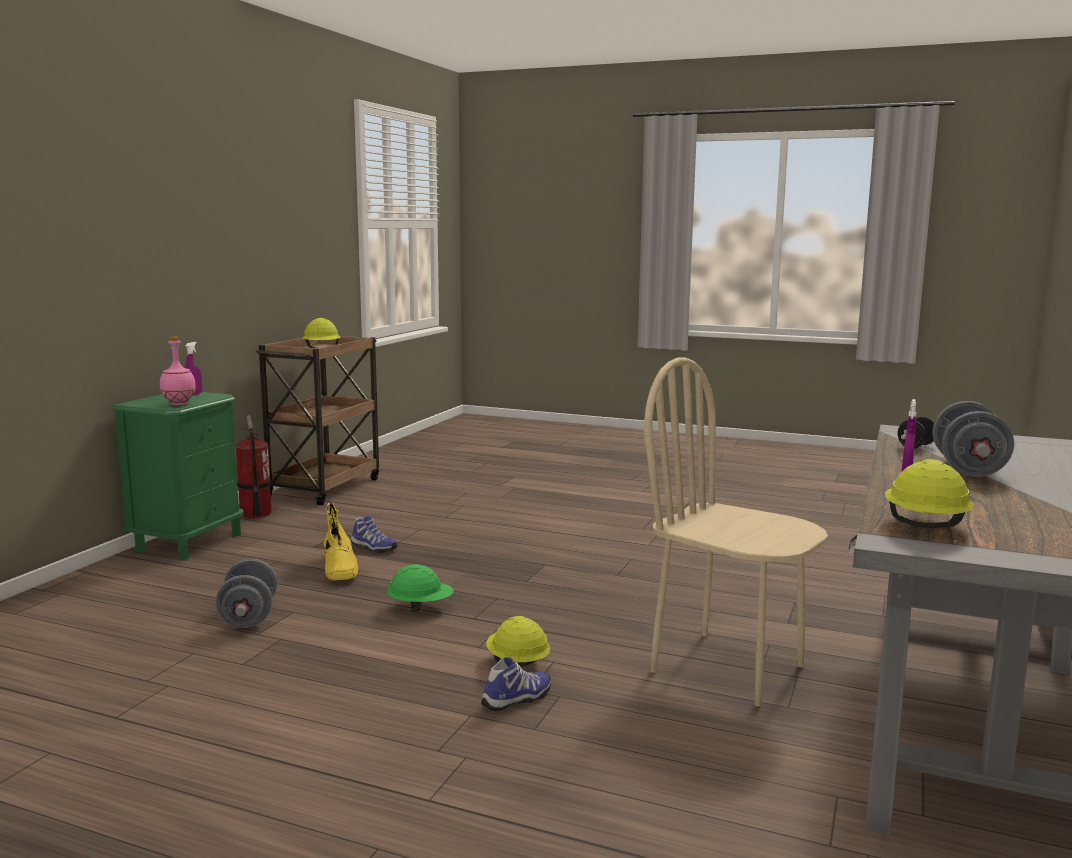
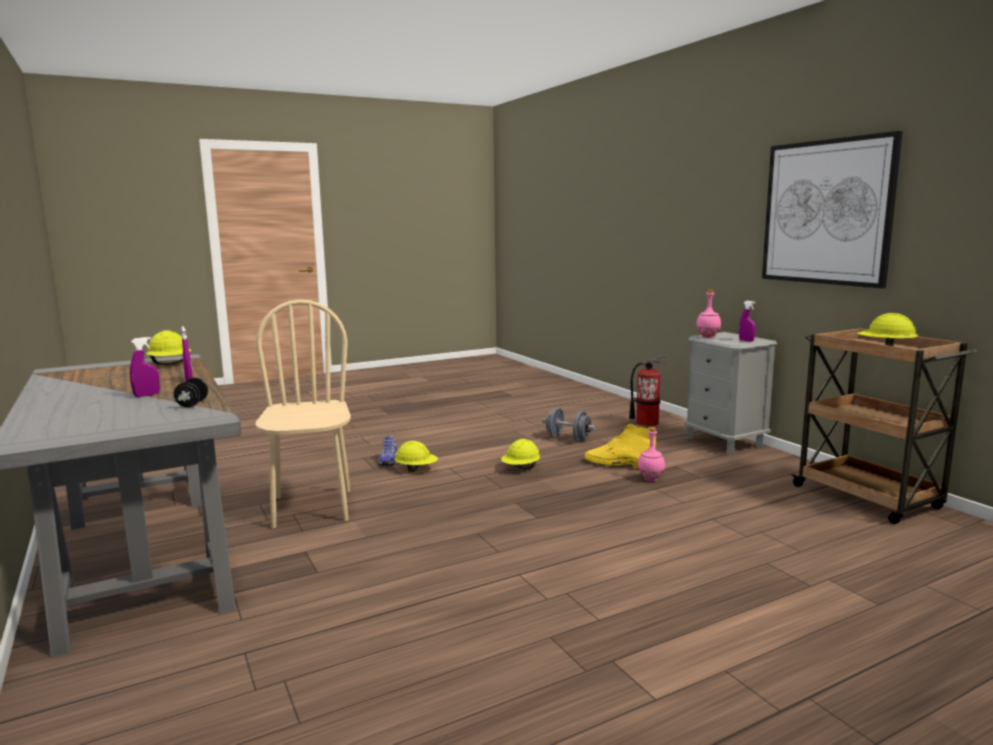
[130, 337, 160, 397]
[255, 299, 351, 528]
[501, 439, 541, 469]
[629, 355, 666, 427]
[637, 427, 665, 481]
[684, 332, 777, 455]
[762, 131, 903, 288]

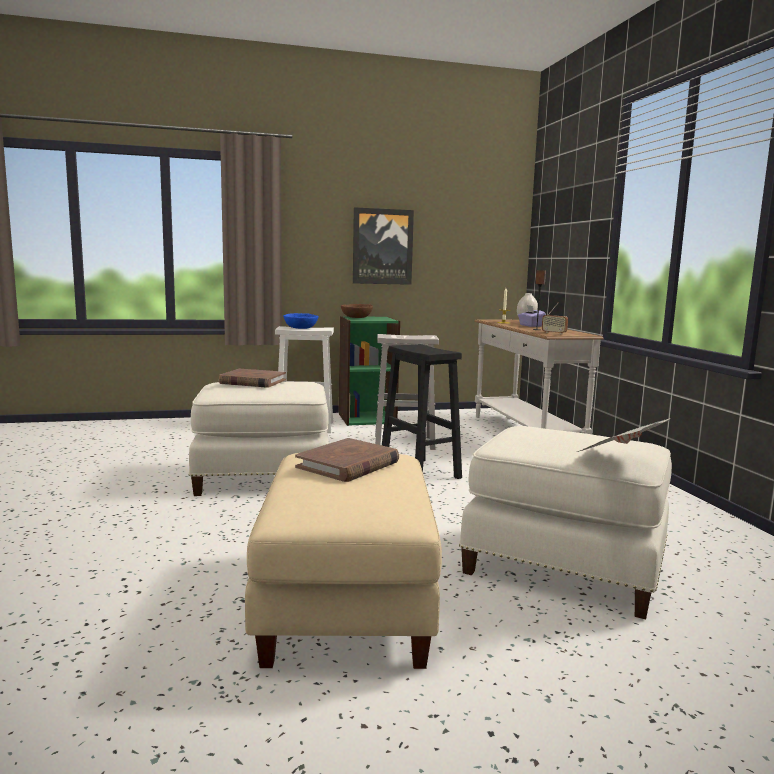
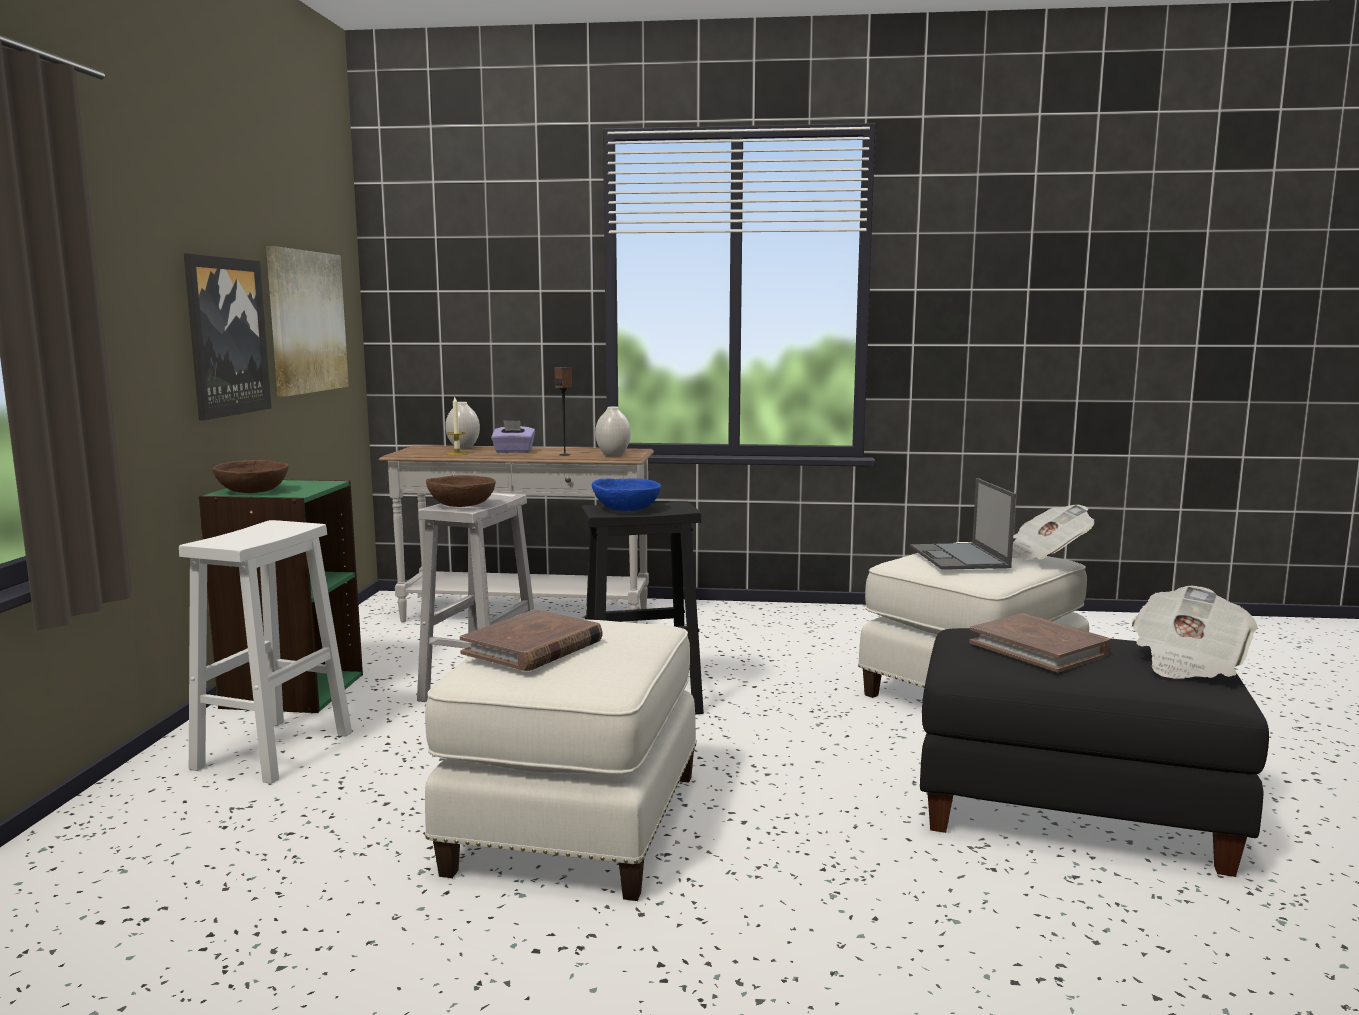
[266, 246, 349, 397]
[426, 475, 496, 507]
[592, 479, 661, 511]
[595, 406, 631, 456]
[910, 478, 1016, 570]
[920, 628, 1269, 877]
[1132, 586, 1257, 679]

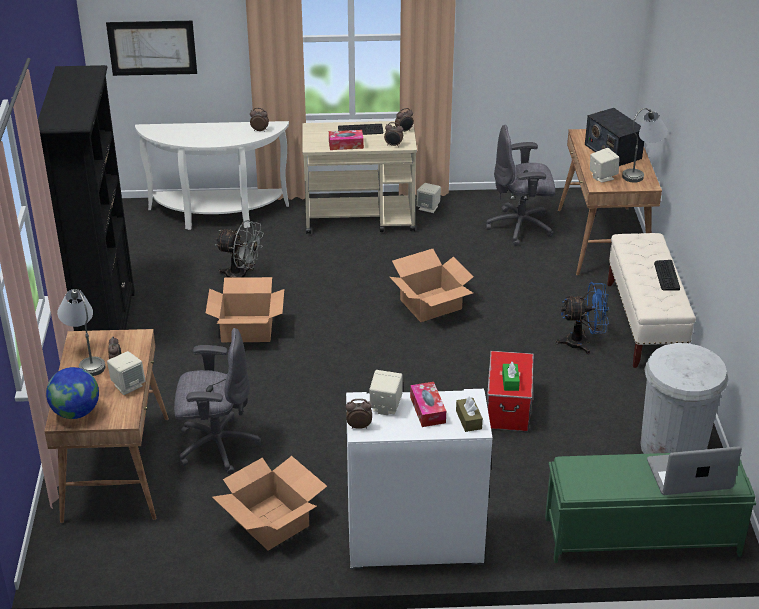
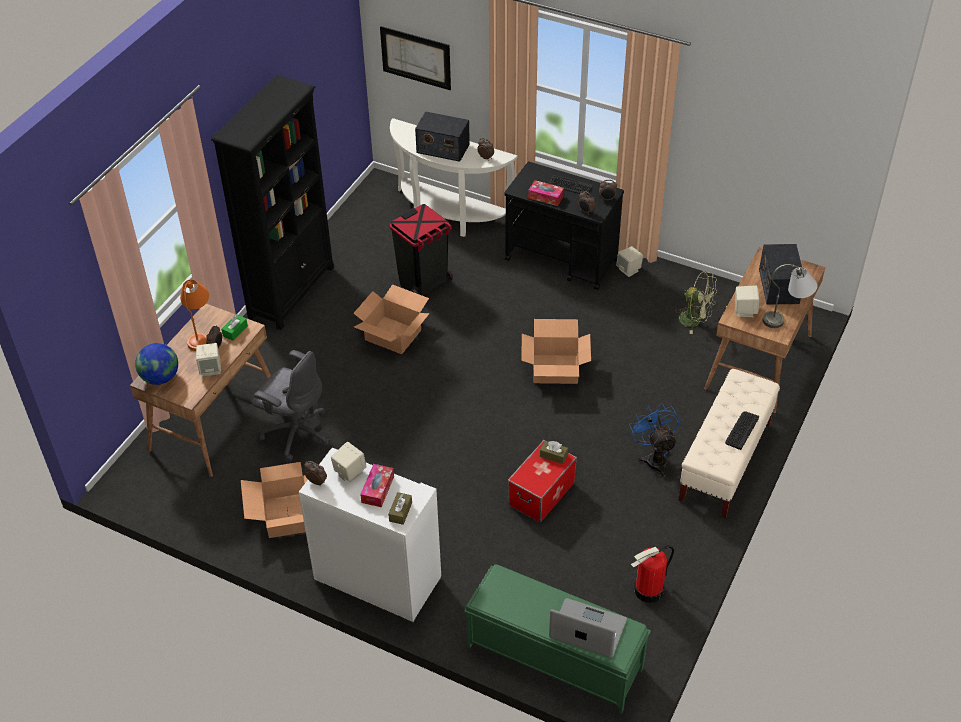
[180, 280, 209, 351]
[221, 314, 248, 341]
[390, 204, 453, 296]
[415, 111, 470, 162]
[504, 162, 624, 290]
[540, 441, 568, 464]
[629, 403, 679, 478]
[631, 545, 674, 603]
[675, 271, 717, 334]

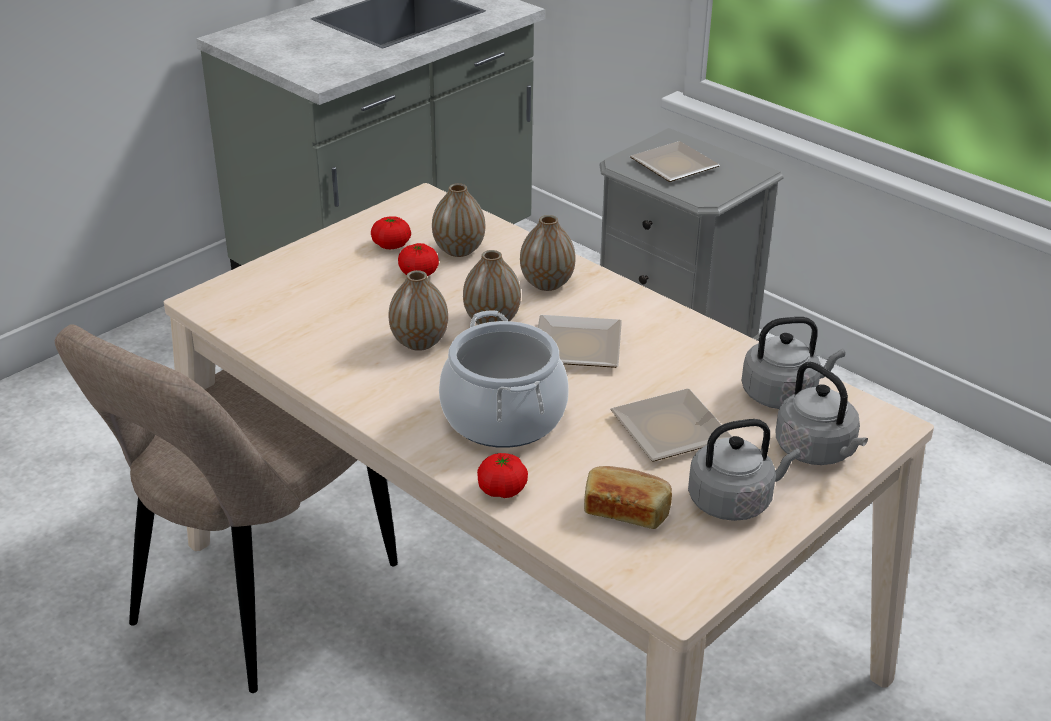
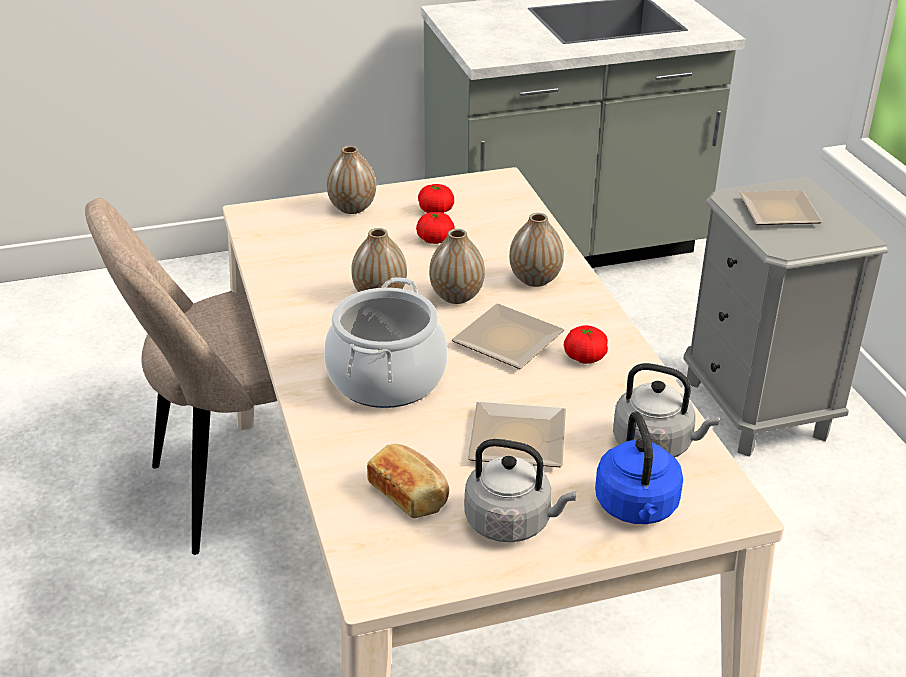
[327, 146, 376, 214]
[564, 325, 608, 364]
[595, 412, 683, 524]

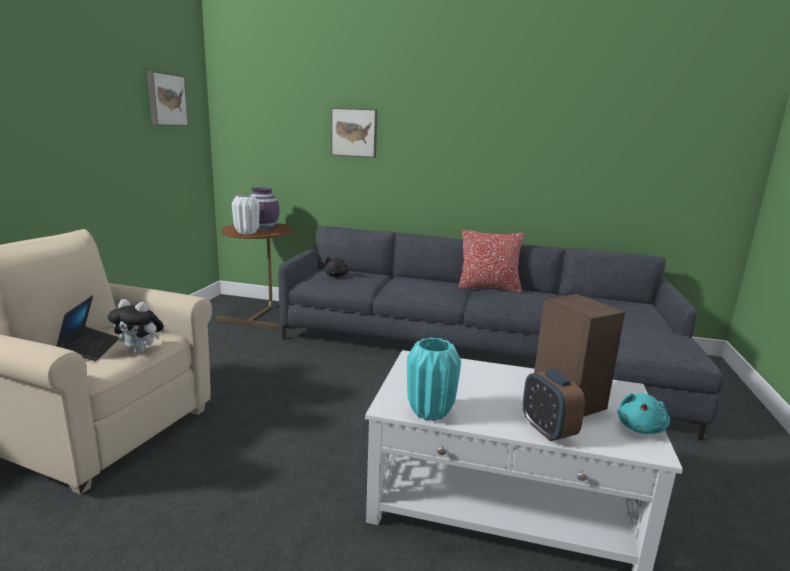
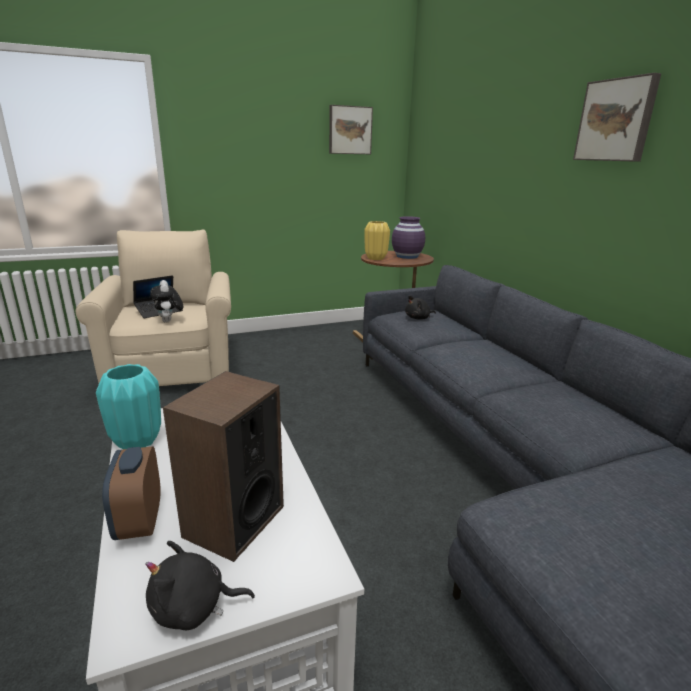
[102, 446, 161, 540]
[145, 541, 255, 630]
[364, 221, 390, 260]
[573, 73, 662, 162]
[458, 229, 525, 292] (first image)

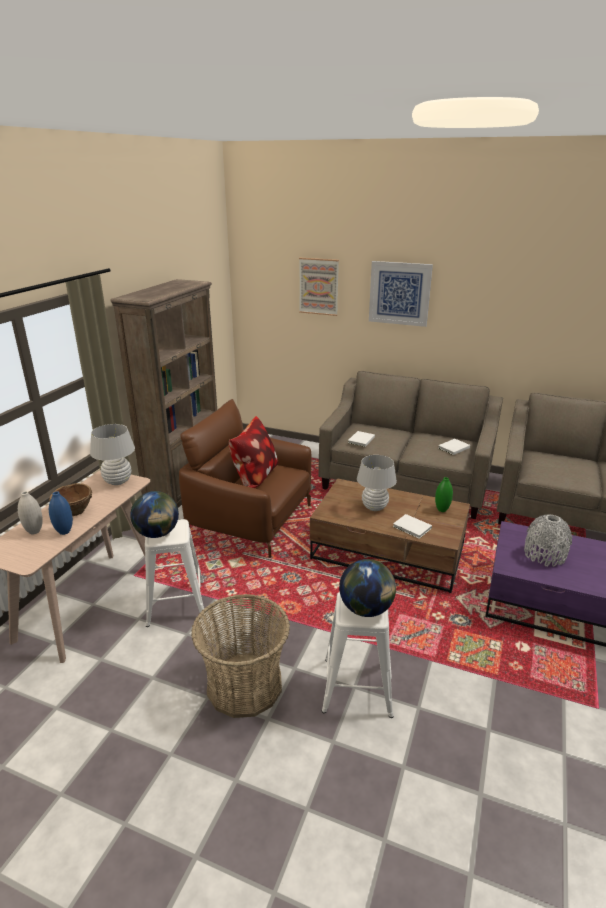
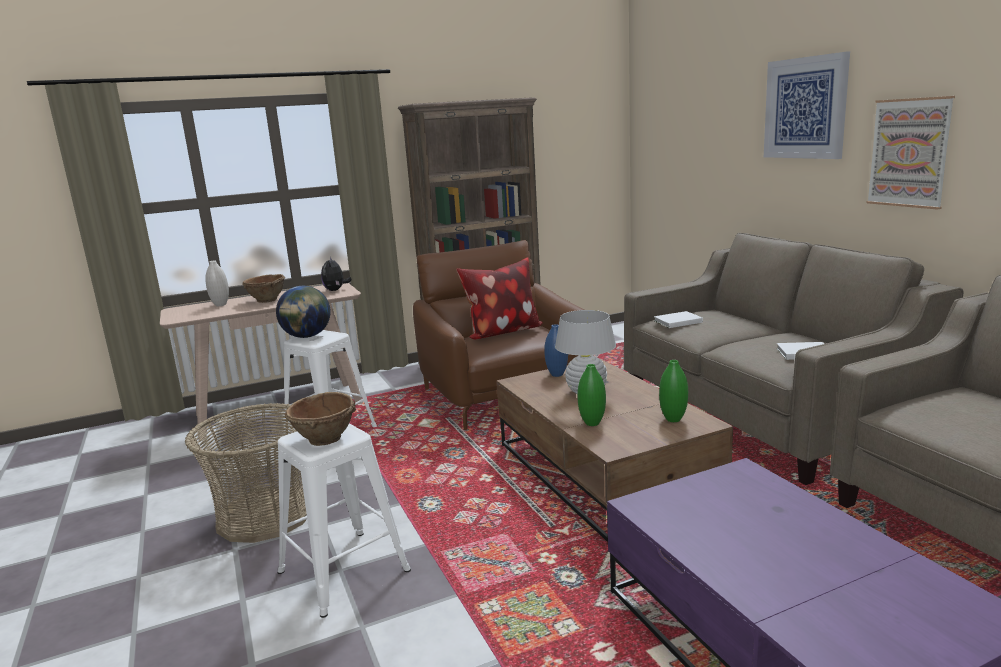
[285, 392, 356, 446]
[321, 257, 352, 291]
[544, 324, 568, 377]
[577, 364, 606, 426]
[866, 96, 955, 210]
[524, 515, 572, 567] (first image)

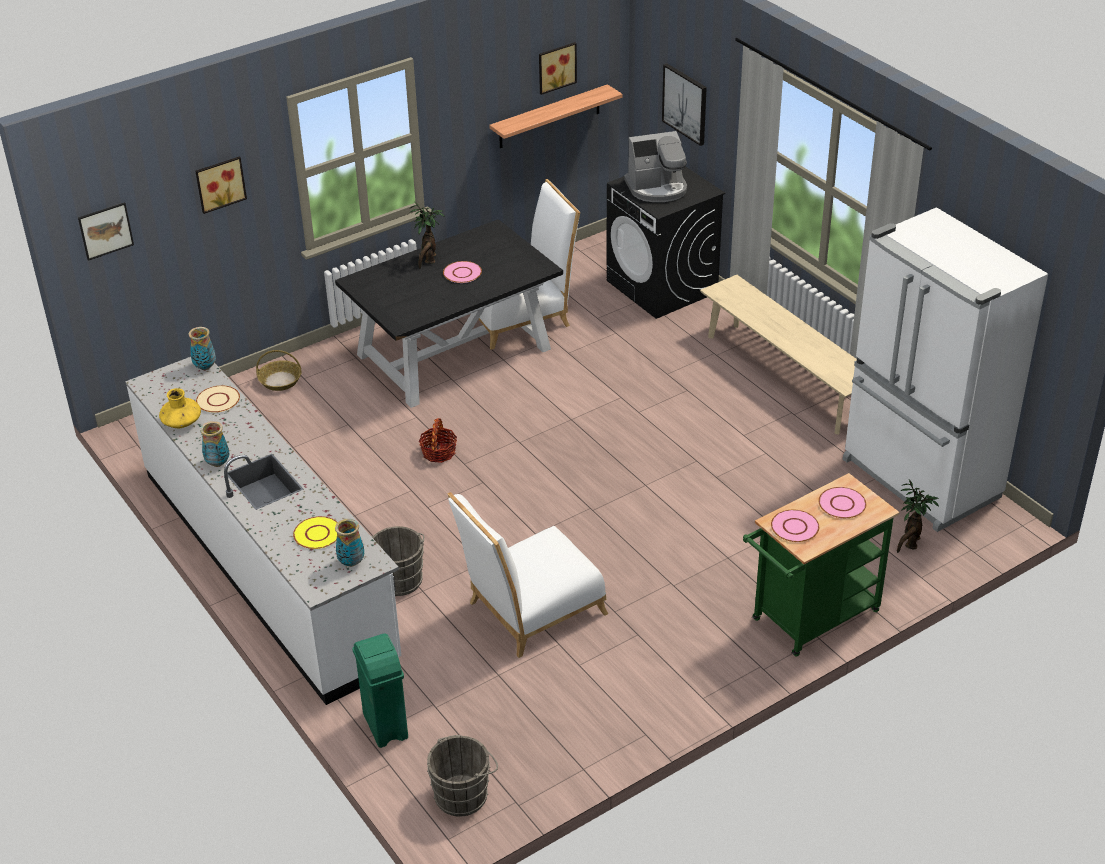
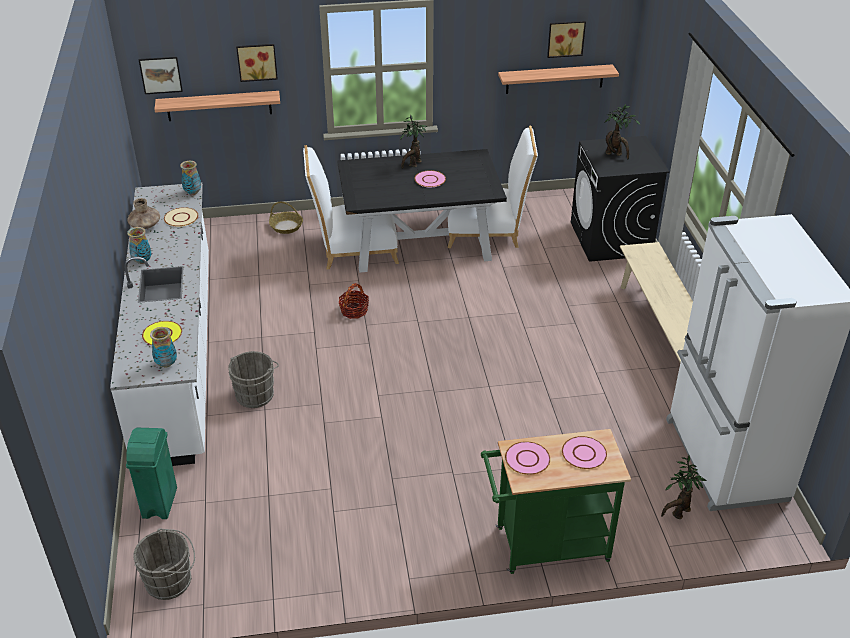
[127, 198, 160, 229]
[154, 91, 280, 121]
[303, 145, 399, 269]
[604, 104, 640, 159]
[662, 64, 707, 146] (first image)

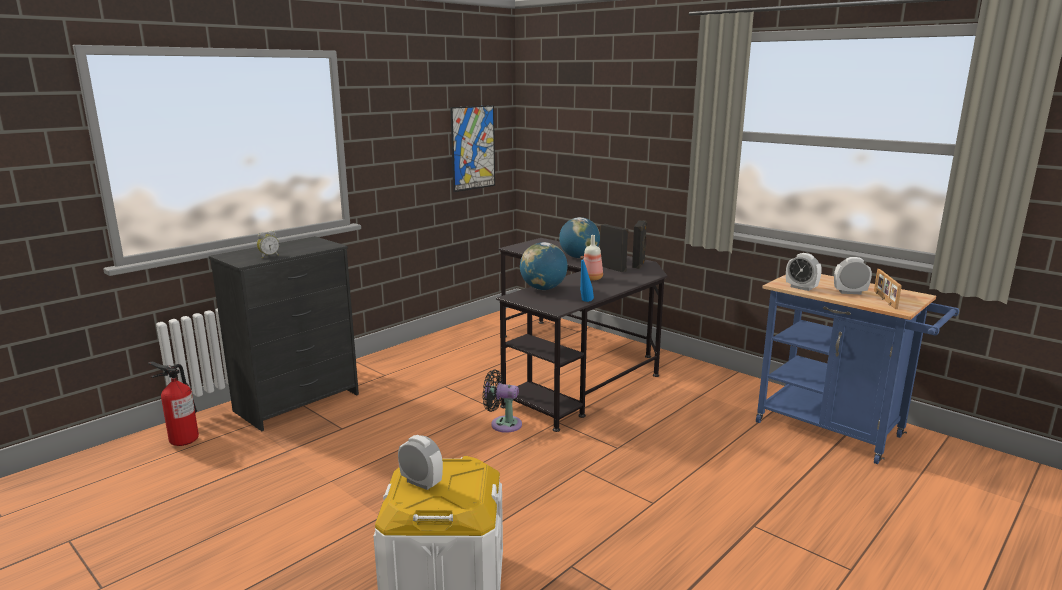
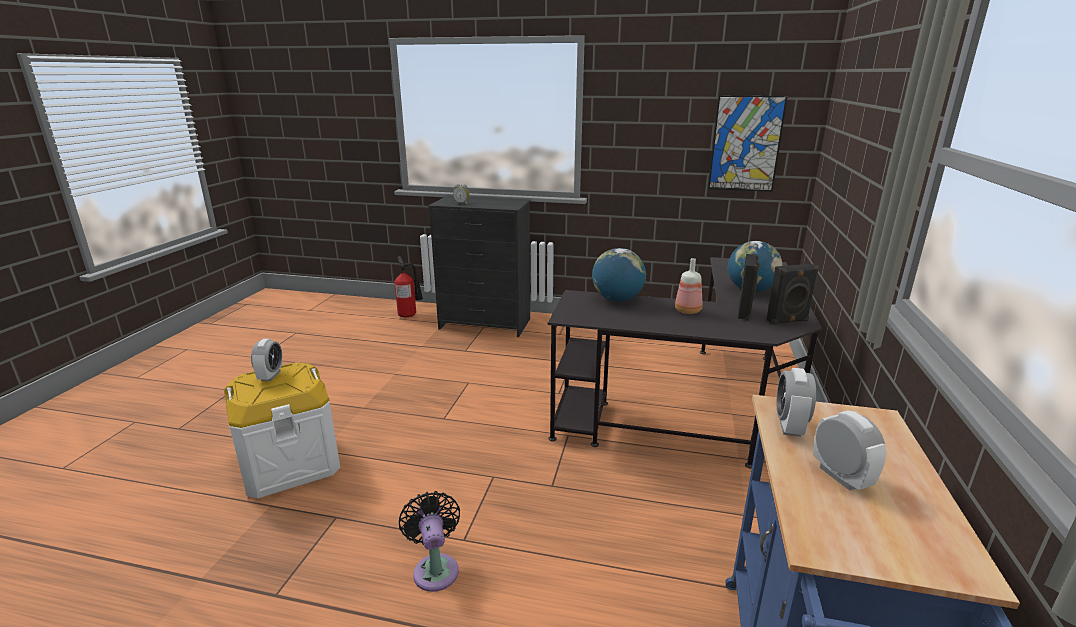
[399, 491, 460, 592]
[580, 256, 594, 302] (first image)
[874, 269, 902, 309] (first image)

